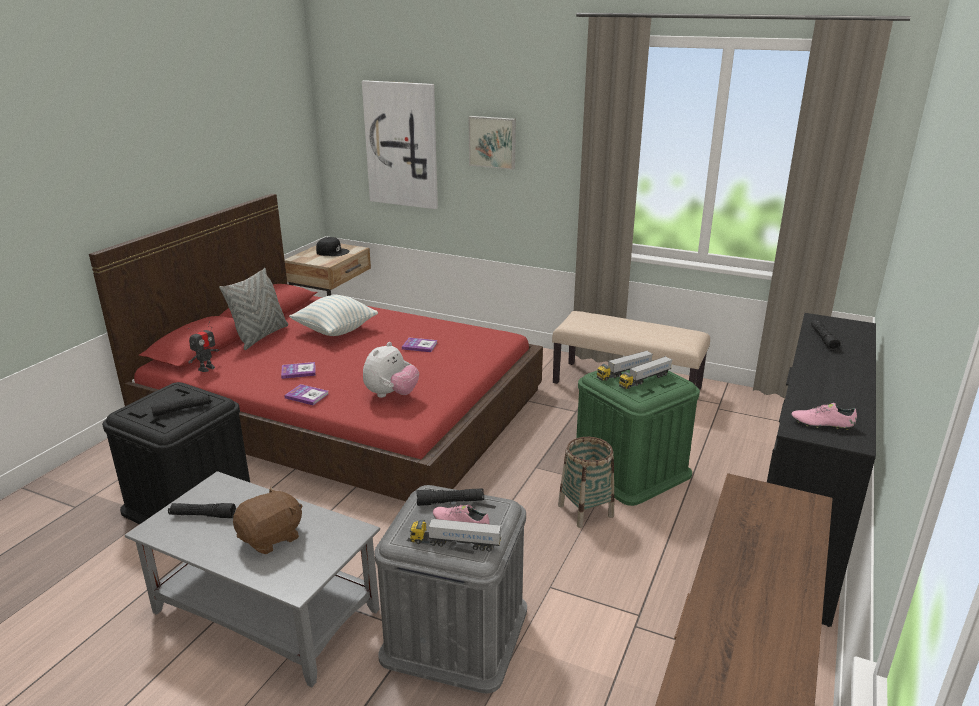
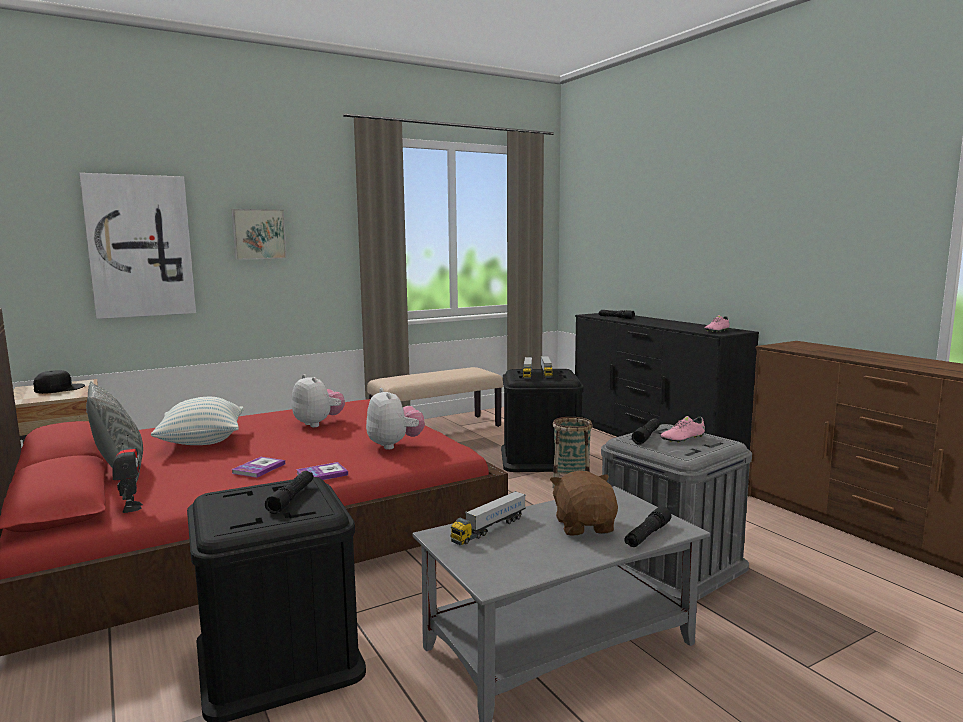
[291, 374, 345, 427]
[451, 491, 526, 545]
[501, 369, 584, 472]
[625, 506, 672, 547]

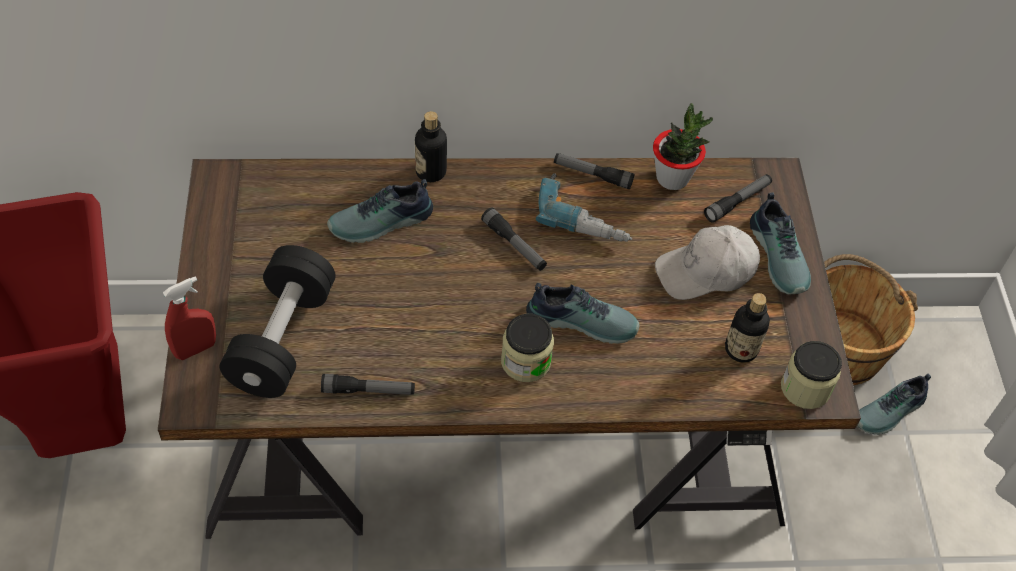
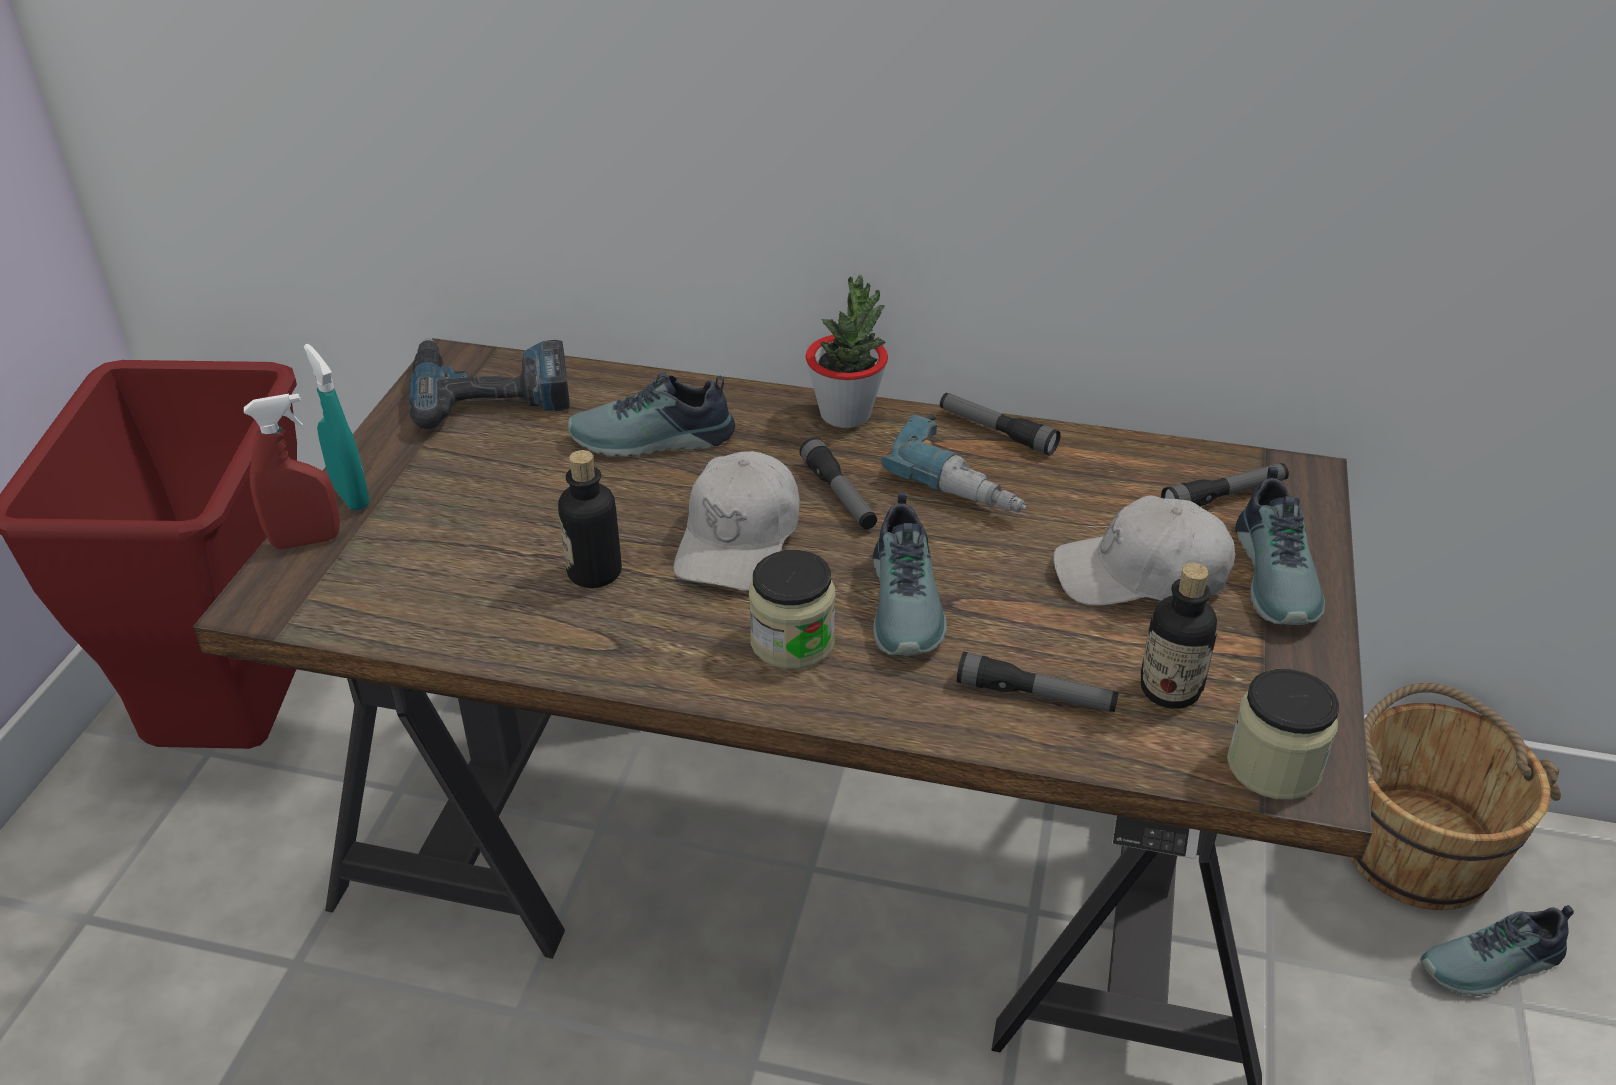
[304, 344, 370, 511]
[409, 338, 570, 429]
[558, 450, 622, 588]
[674, 451, 800, 591]
[806, 275, 888, 428]
[873, 492, 947, 656]
[957, 652, 1119, 712]
[220, 245, 336, 398] (first image)

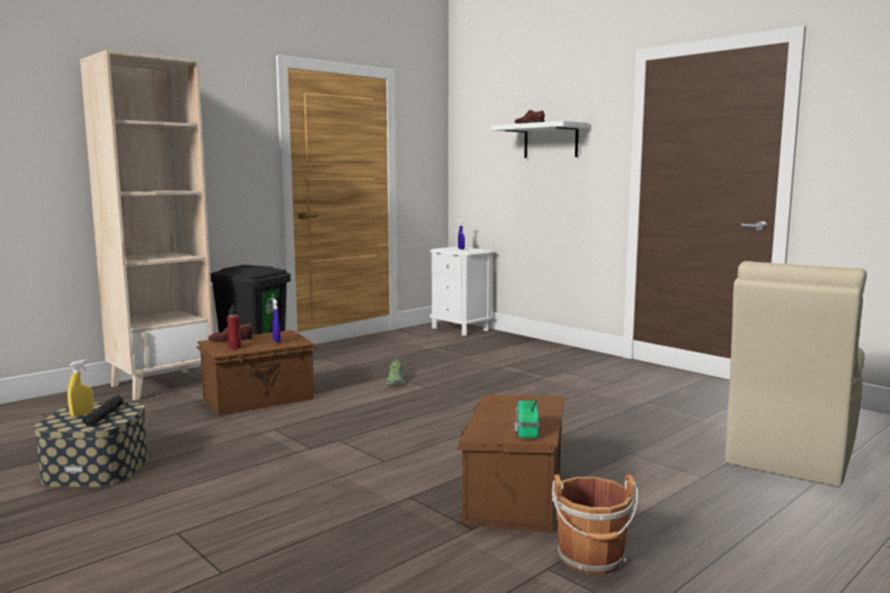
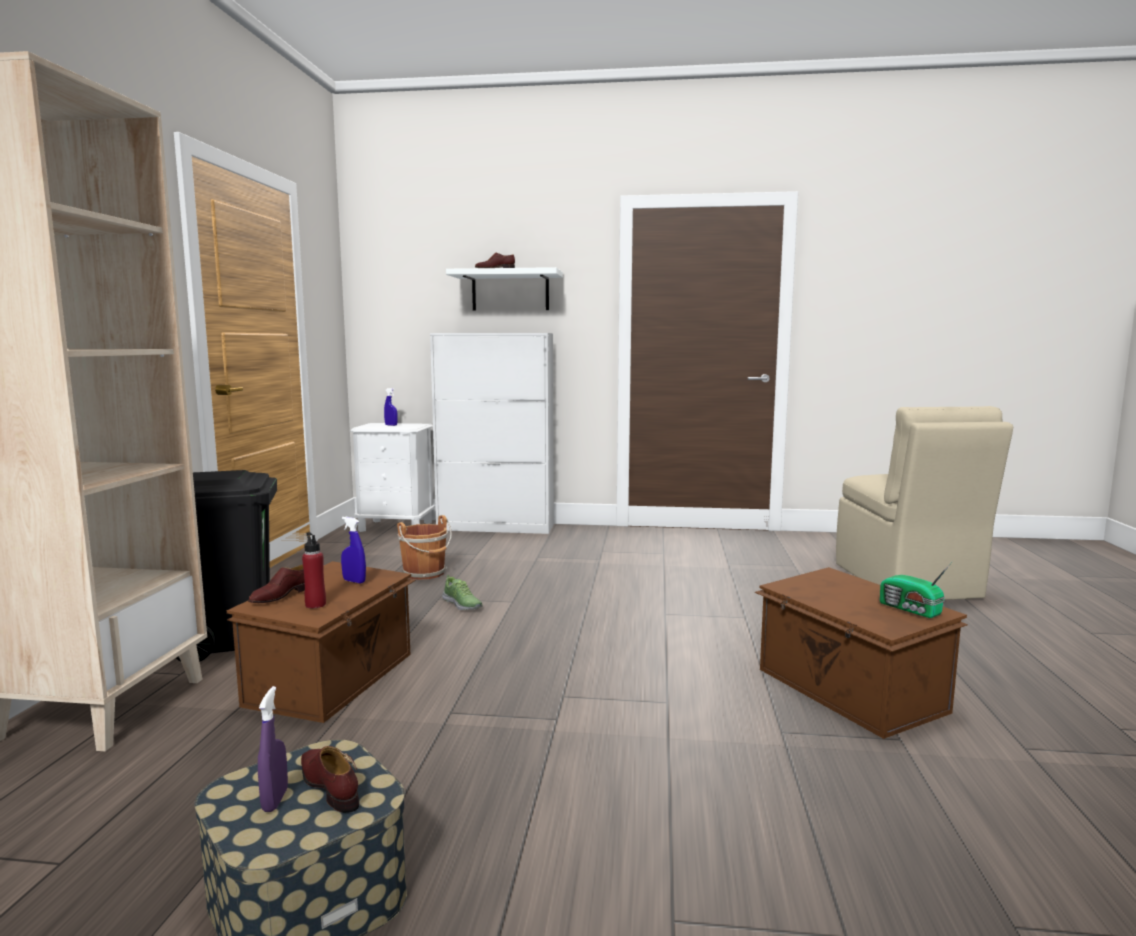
[258, 686, 288, 812]
[301, 746, 359, 813]
[397, 515, 452, 580]
[430, 333, 554, 534]

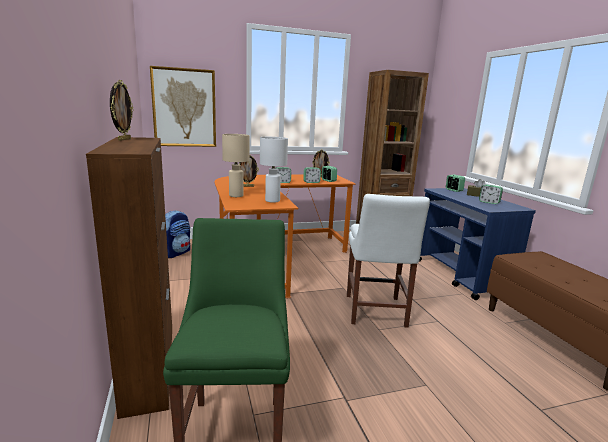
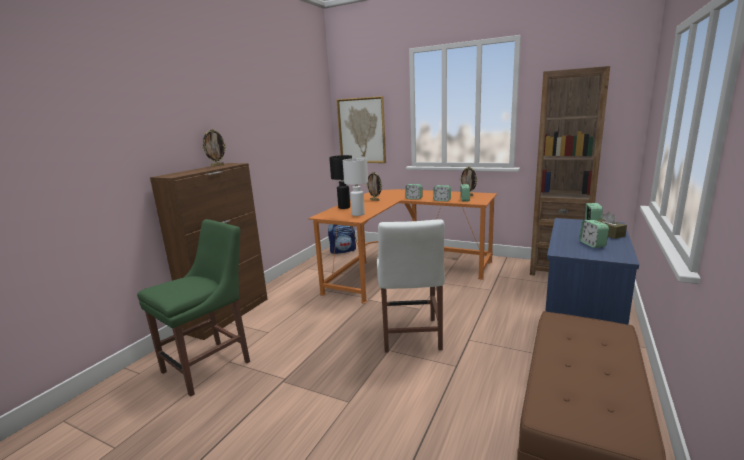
[329, 155, 352, 209]
[377, 219, 445, 352]

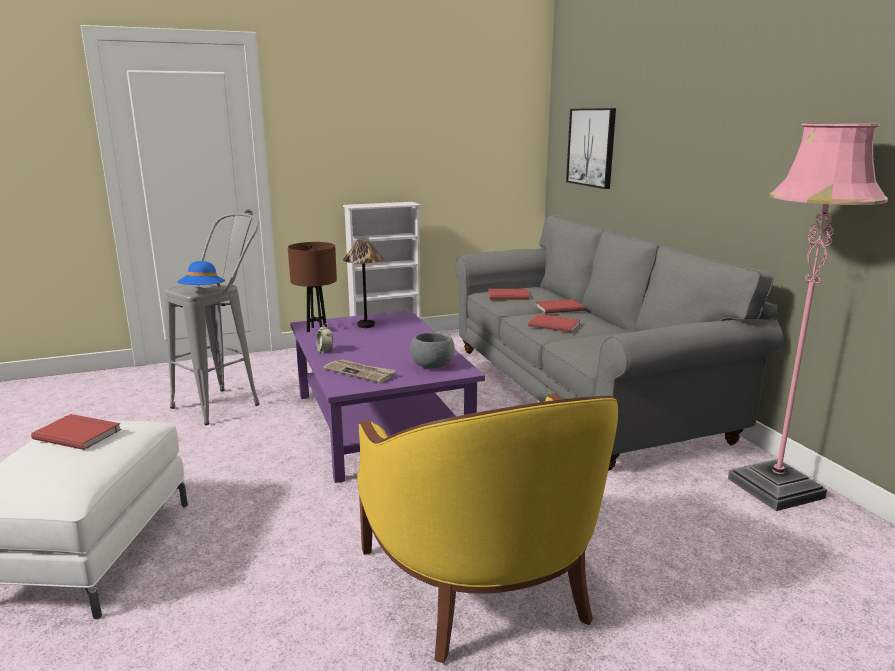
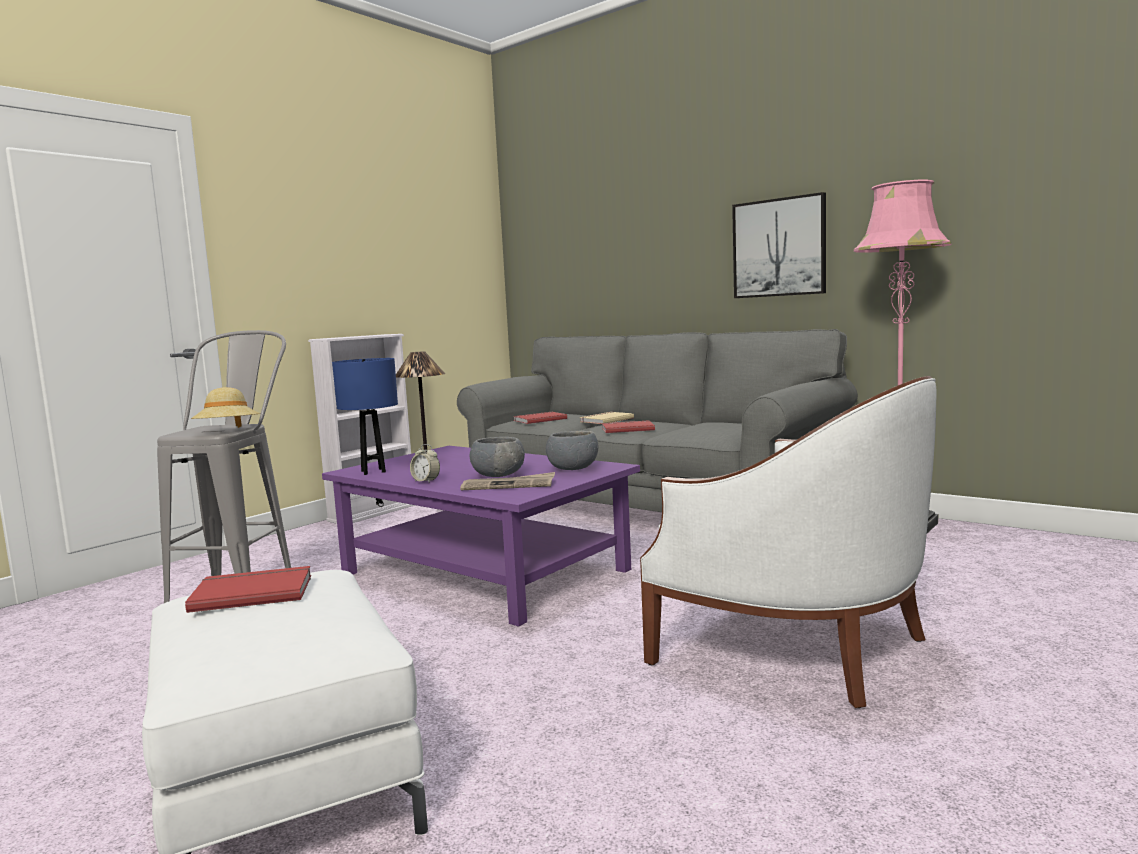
[191, 387, 260, 428]
[332, 358, 398, 475]
[470, 437, 525, 477]
[580, 412, 634, 424]
[640, 376, 937, 708]
[732, 192, 826, 298]

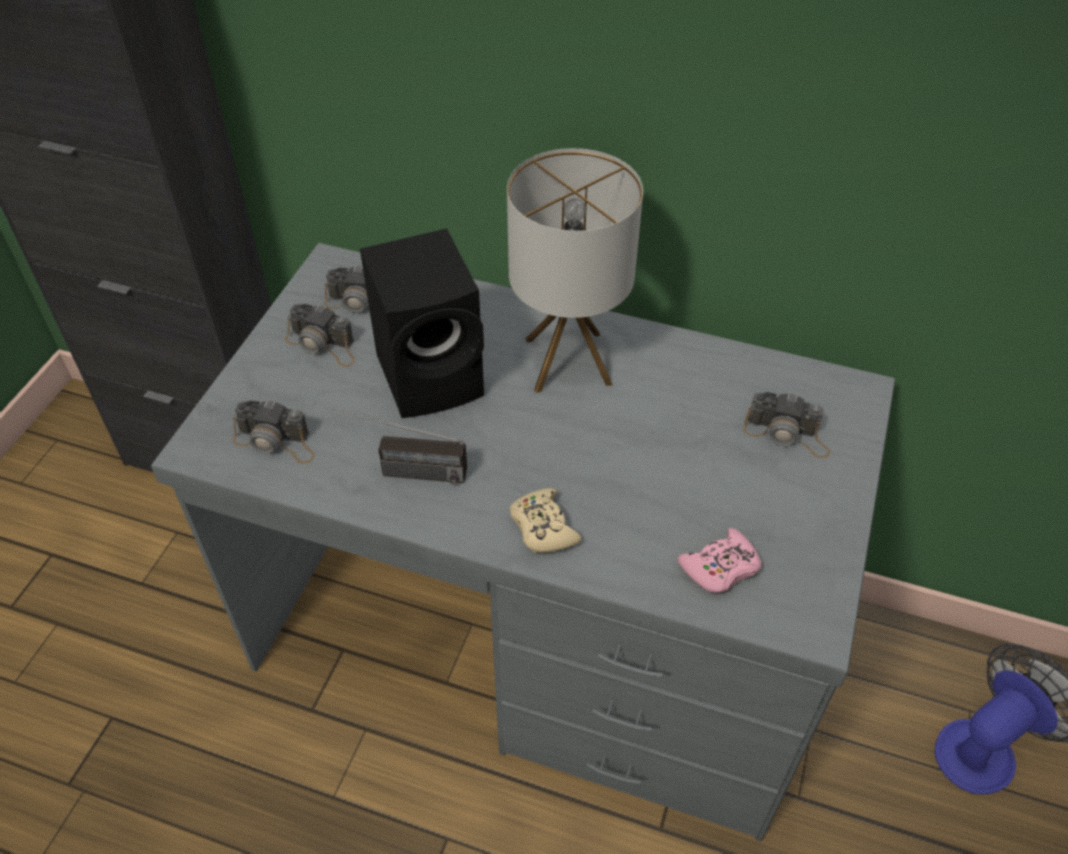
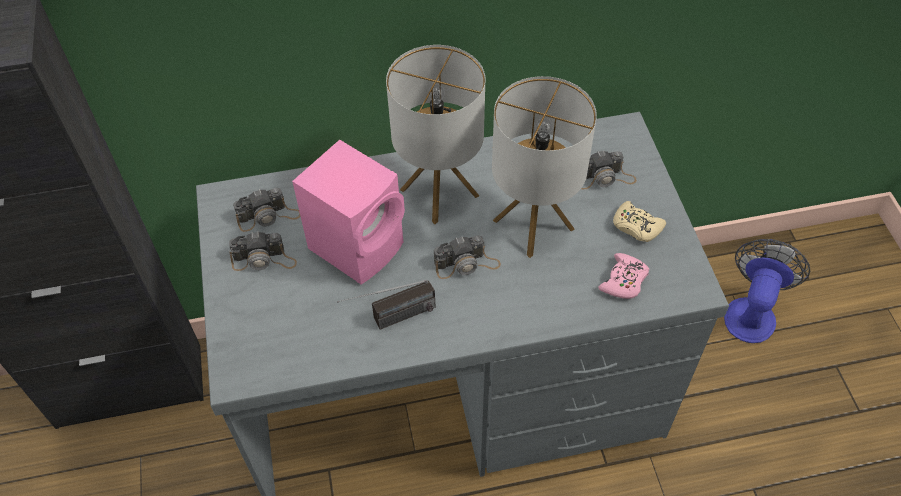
[292, 140, 405, 285]
[434, 235, 501, 279]
[492, 76, 597, 258]
[613, 201, 666, 242]

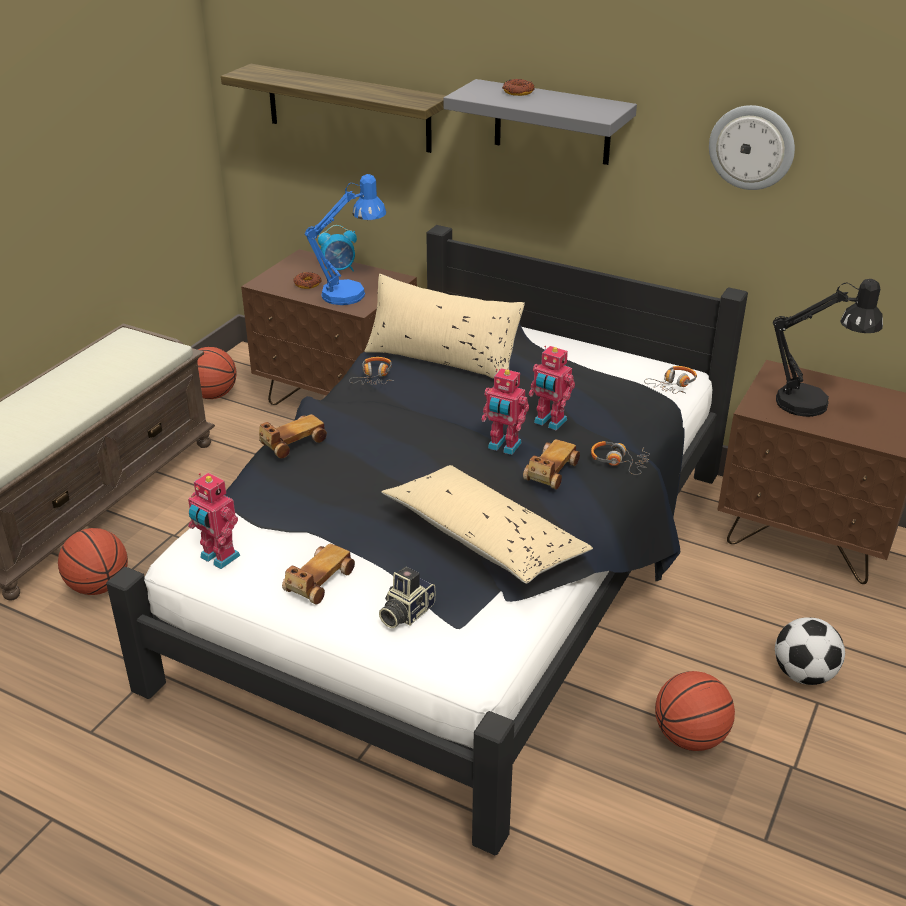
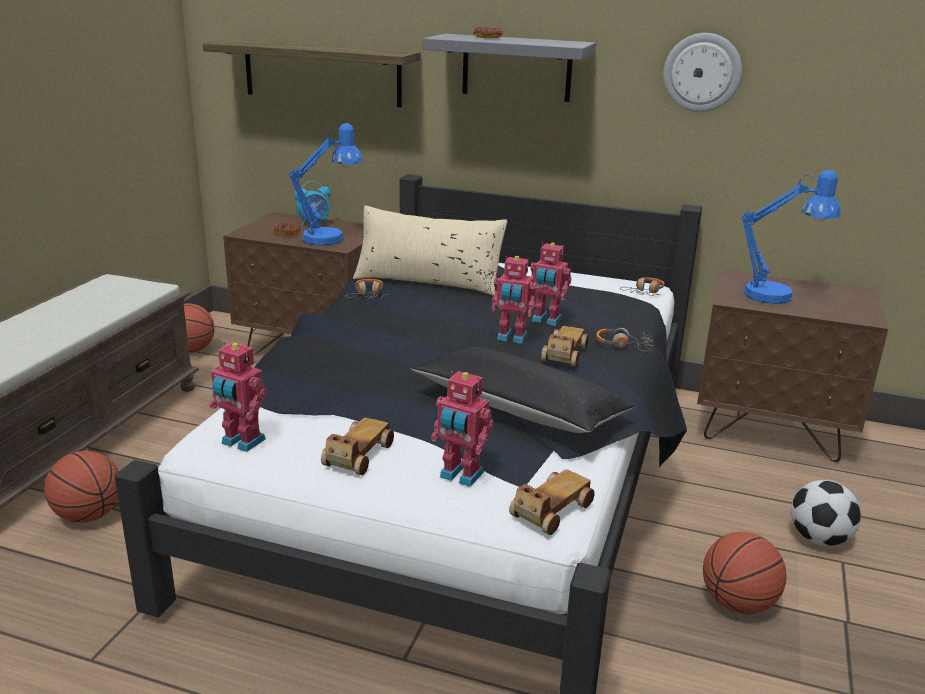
[410, 347, 636, 433]
[431, 371, 494, 487]
[509, 470, 595, 535]
[742, 170, 841, 304]

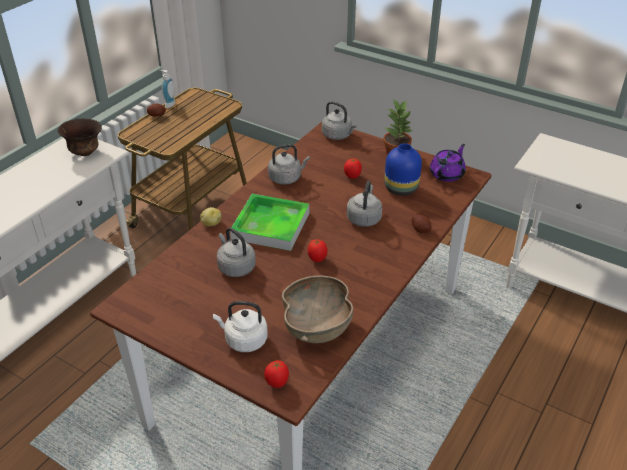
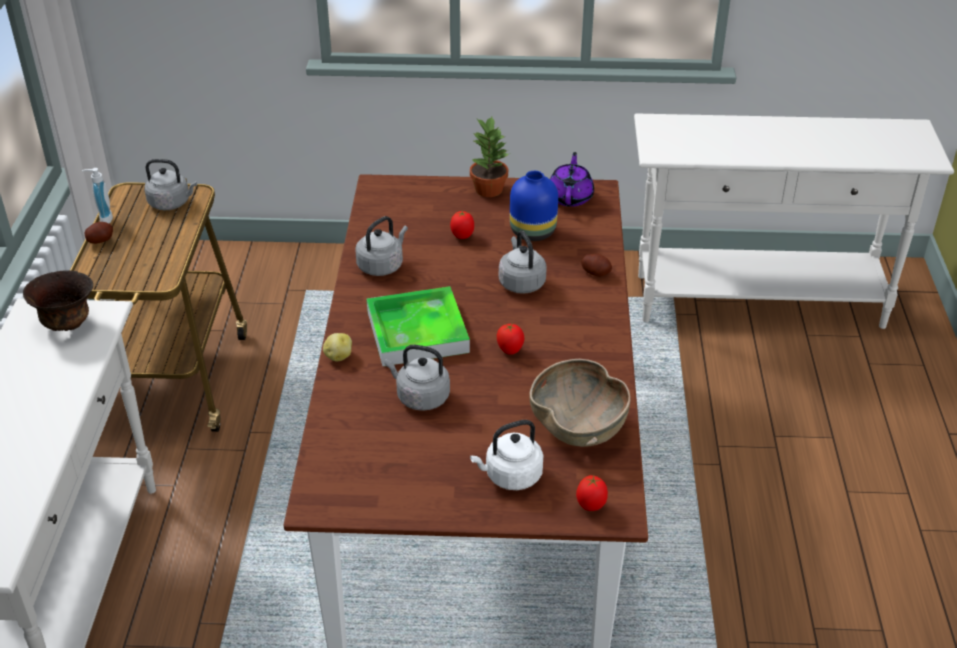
[144, 159, 197, 210]

